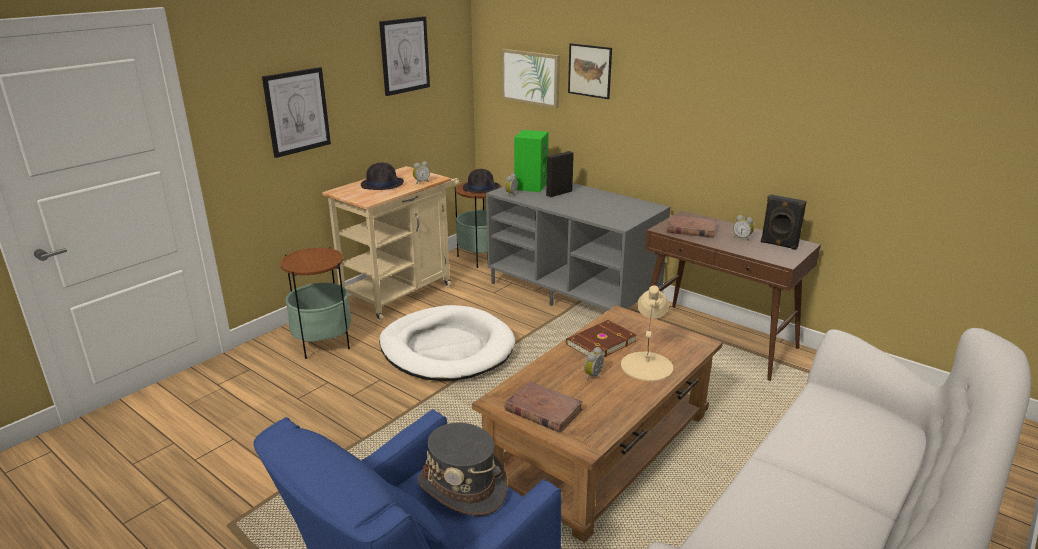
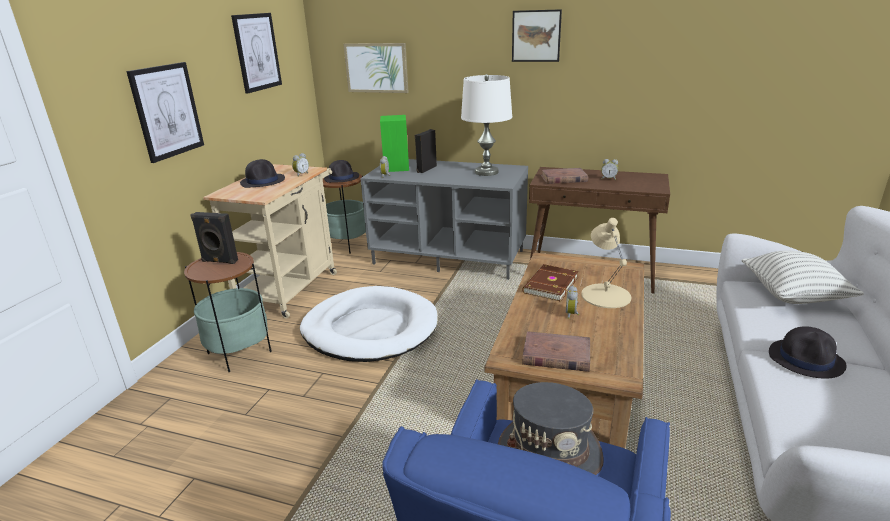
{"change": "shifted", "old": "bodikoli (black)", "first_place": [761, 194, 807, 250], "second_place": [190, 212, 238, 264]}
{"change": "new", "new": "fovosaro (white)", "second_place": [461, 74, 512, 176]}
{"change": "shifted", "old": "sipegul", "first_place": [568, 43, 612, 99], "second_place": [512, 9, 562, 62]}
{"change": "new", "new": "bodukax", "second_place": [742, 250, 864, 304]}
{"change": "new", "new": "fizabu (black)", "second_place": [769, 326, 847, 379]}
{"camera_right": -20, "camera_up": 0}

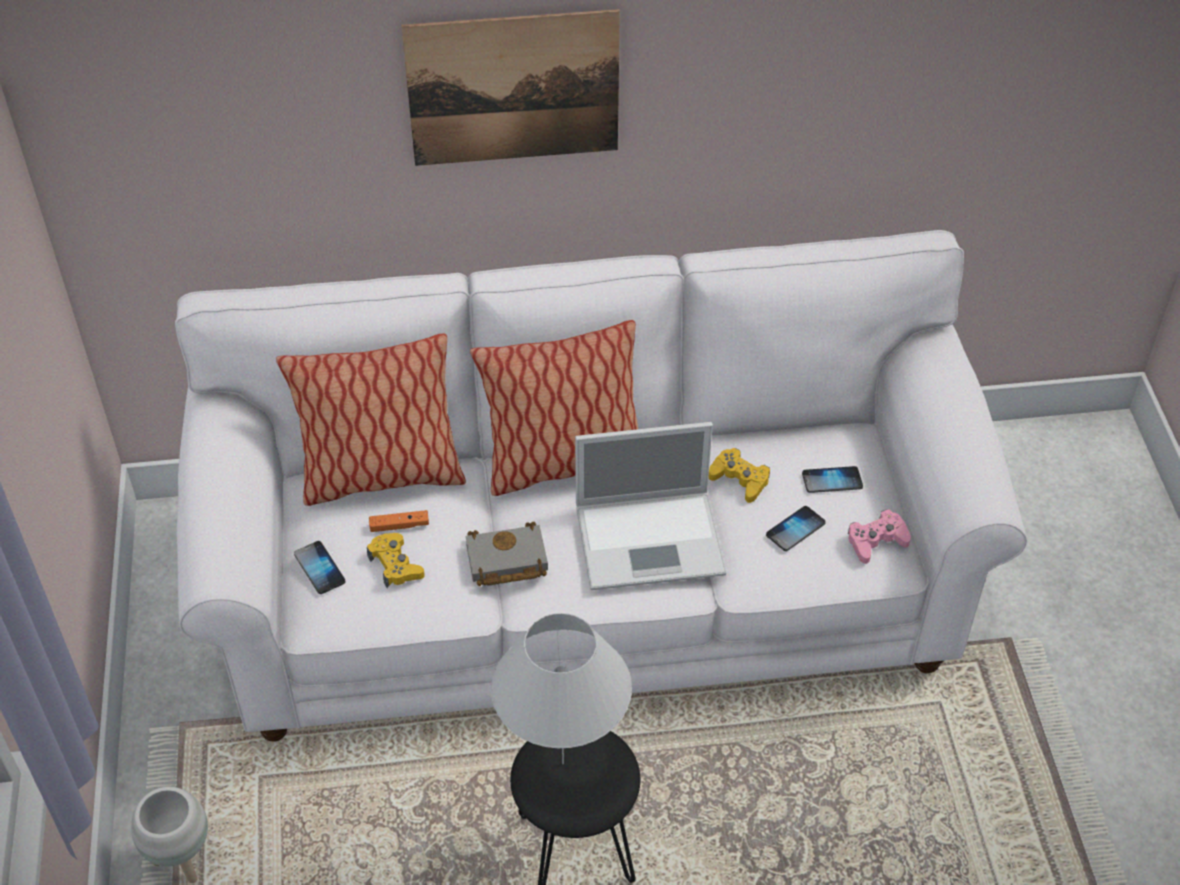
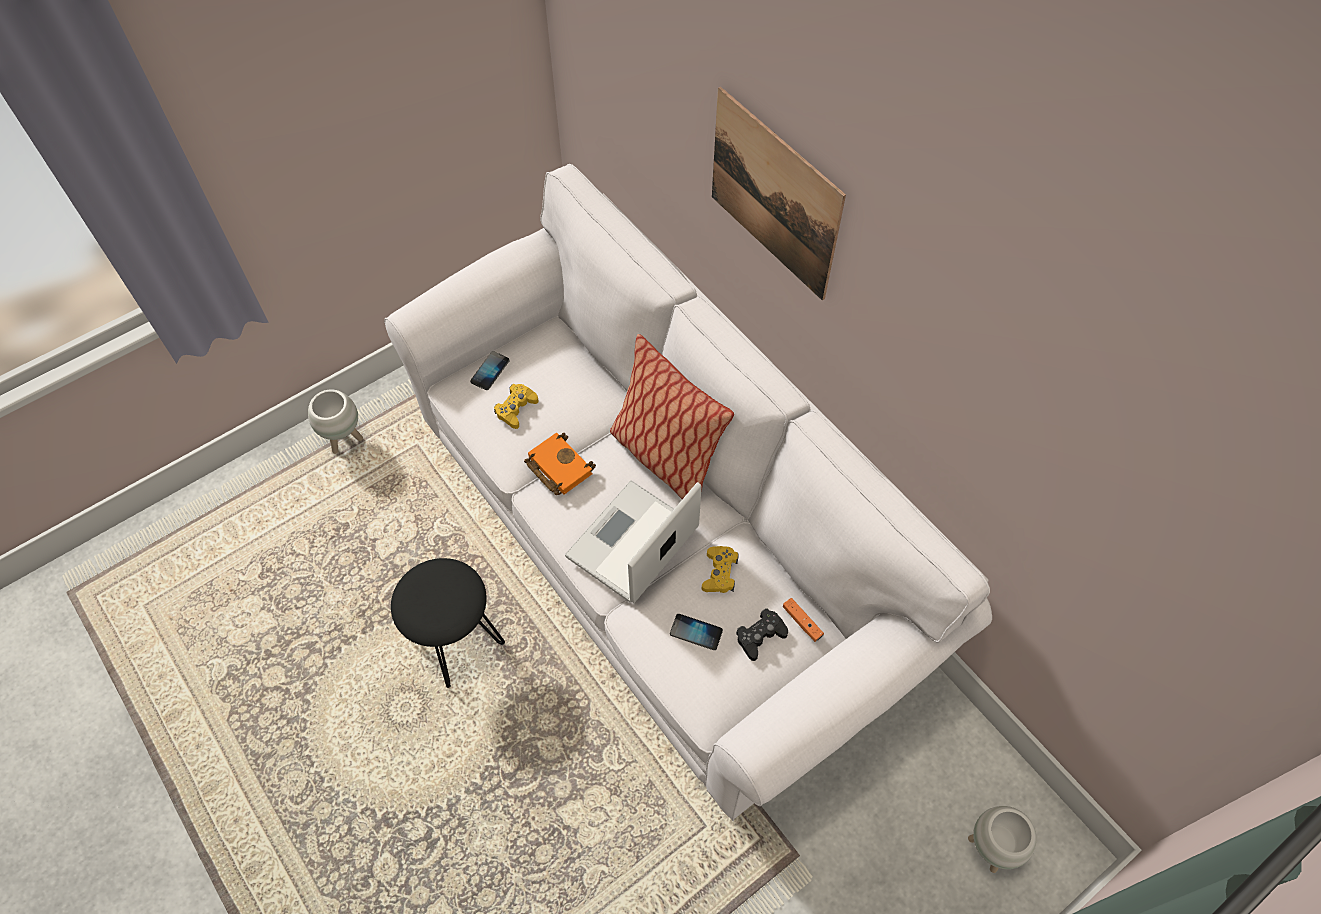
{"change": "repainted", "old": "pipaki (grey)", "new": "pipaki (orange)", "first_place": [465, 522, 548, 586], "second_place": [524, 433, 596, 495]}
{"change": "rotated", "old": "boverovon", "first_place": [575, 422, 726, 590], "second_place": [565, 480, 702, 603], "degrees": 75}
{"change": "swapped", "old": "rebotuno", "new": "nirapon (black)", "first_place": [802, 466, 863, 493], "second_place": [736, 608, 788, 661]}
{"change": "shifted", "old": "nirapon (orange)", "first_place": [369, 510, 429, 532], "second_place": [783, 598, 824, 642]}
{"change": "new", "new": "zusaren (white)", "second_place": [968, 806, 1037, 873]}
{"change": "gone", "old": "bodukax", "first_place": [276, 333, 466, 506]}
{"change": "gone", "old": "fovosaro (white)", "first_place": [491, 613, 632, 765]}
{"change": "gone", "old": "nirapon (pink)", "first_place": [848, 509, 911, 564]}
{"camera_right": 60, "camera_up": 10}

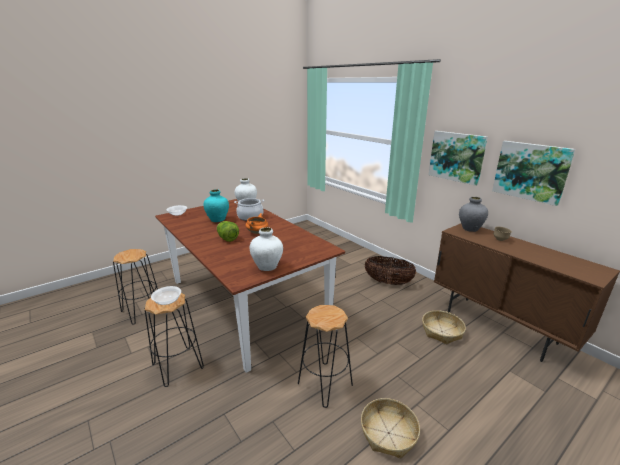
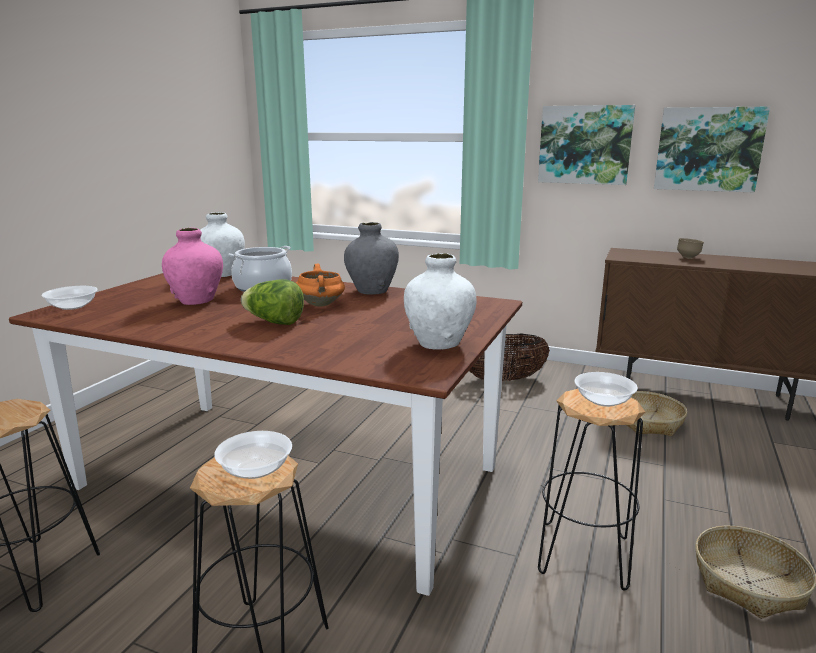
{"change": "repainted", "old": "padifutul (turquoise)", "new": "padifutul (pink)", "first_place": [203, 189, 229, 222], "second_place": [162, 228, 223, 305]}
{"change": "shifted", "old": "padifutul (grey)", "first_place": [459, 197, 488, 232], "second_place": [344, 222, 399, 295]}
{"change": "new", "new": "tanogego", "second_place": [574, 372, 638, 407]}
{"camera_right": -30, "camera_up": -5}

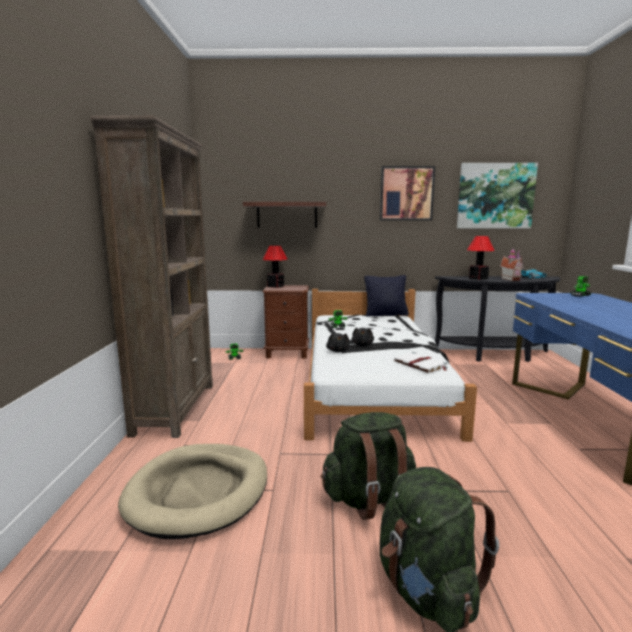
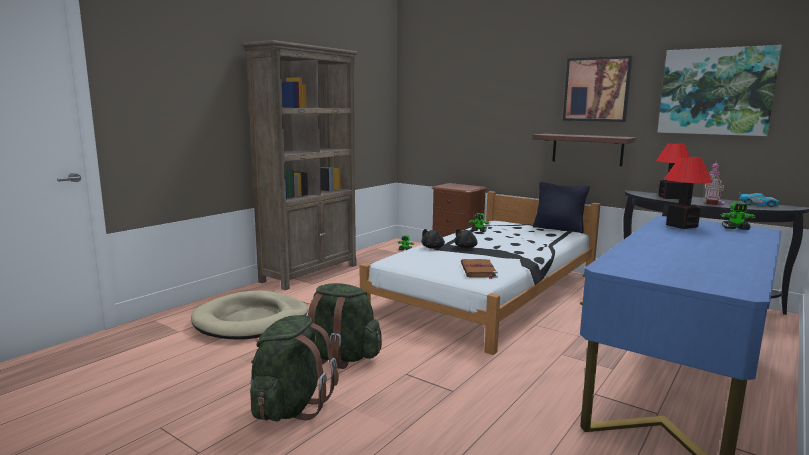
{"change": "repainted", "old": "pipaki (white)", "new": "pipaki (brown)", "first_place": [394, 352, 448, 373], "second_place": [461, 259, 498, 279]}
{"change": "shifted", "old": "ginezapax", "first_place": [243, 202, 326, 228], "second_place": [532, 134, 637, 166]}
{"change": "shifted", "old": "fovosaro", "first_place": [263, 246, 288, 288], "second_place": [664, 156, 712, 229]}
{"camera_right": 35, "camera_up": 0}

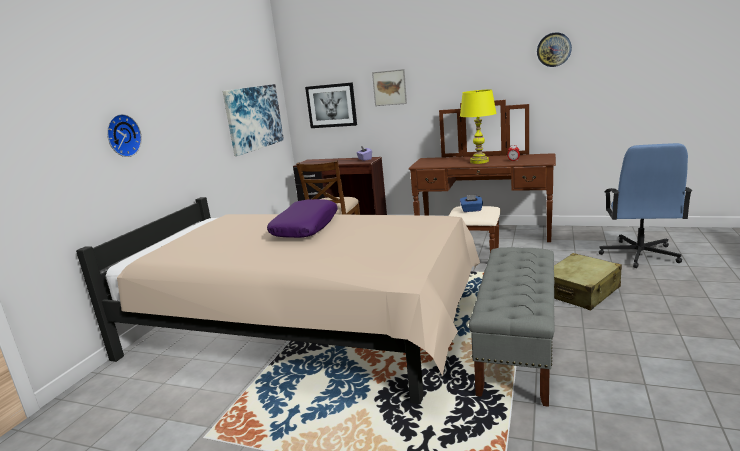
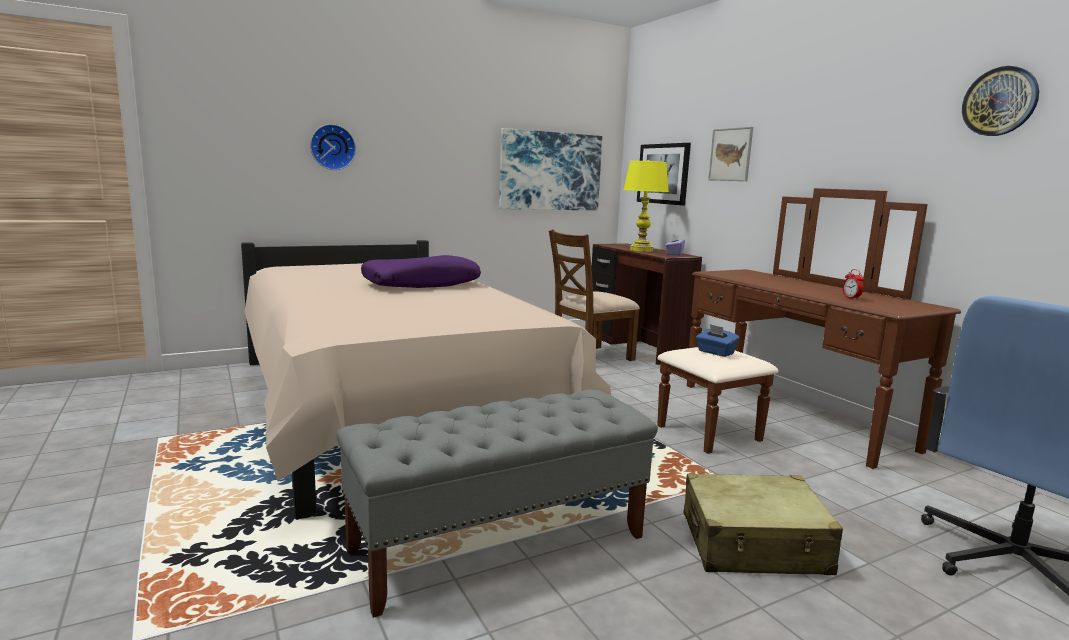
{"change": "shifted", "old": "fovosaro (yellow)", "first_place": [460, 89, 497, 164], "second_place": [624, 160, 669, 252]}
{"camera_right": 40, "camera_up": -5}

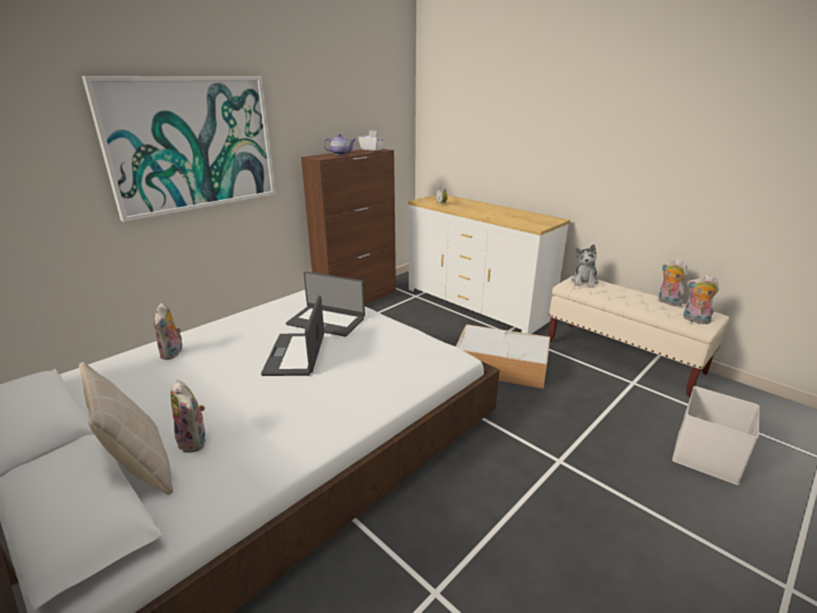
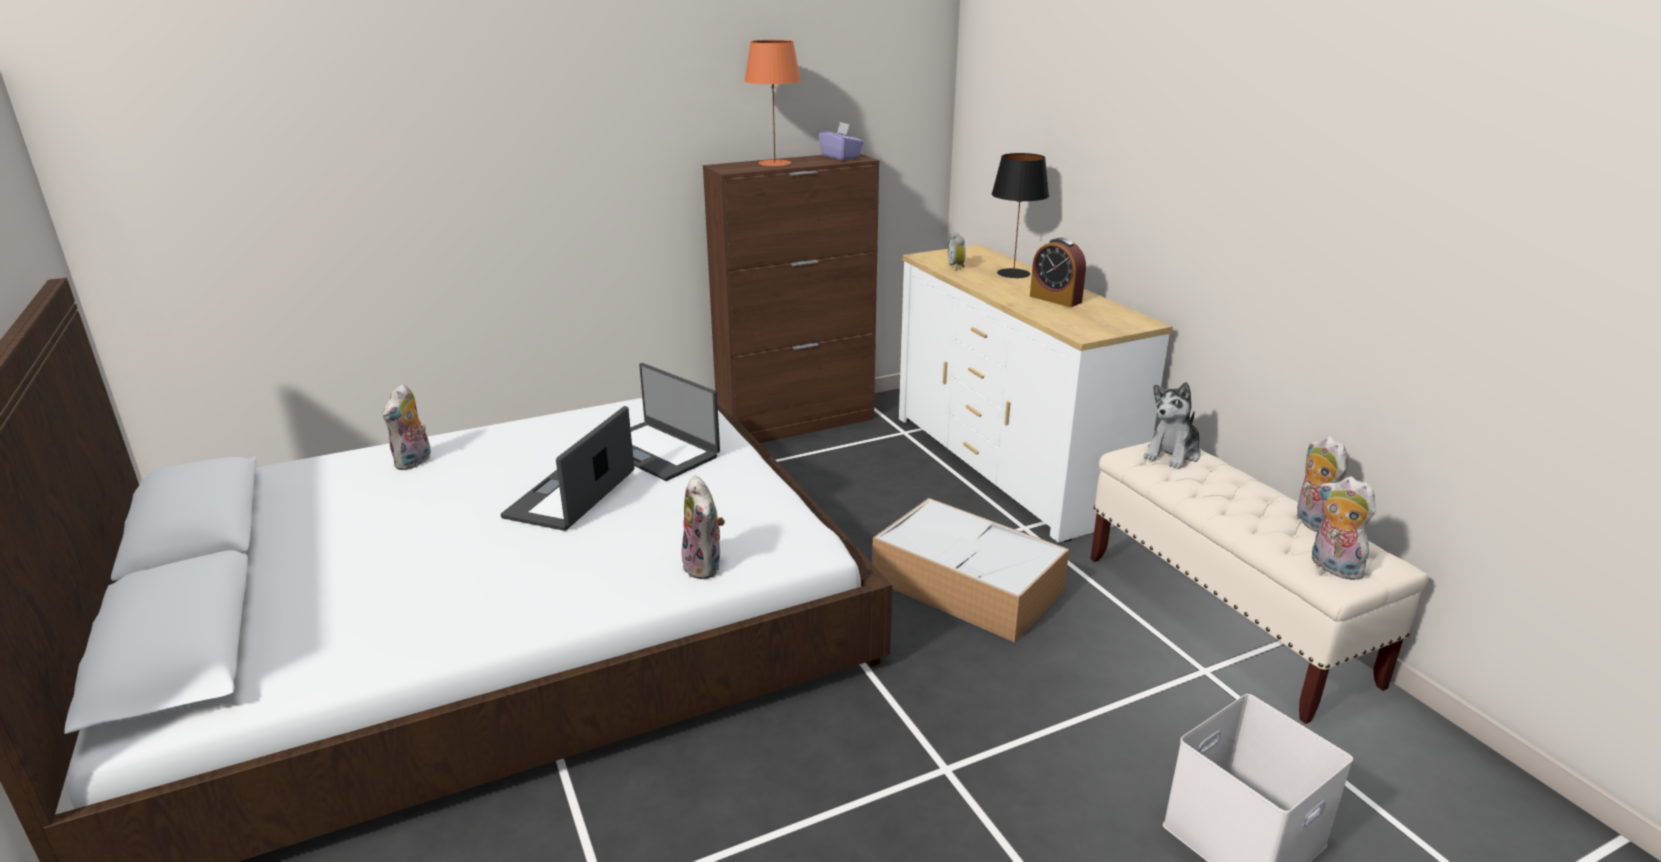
{"change": "shifted", "old": "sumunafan", "first_place": [170, 380, 206, 453], "second_place": [681, 475, 725, 579]}
{"change": "swapped", "old": "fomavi", "new": "fovosaro (orange)", "first_place": [324, 134, 355, 155], "second_place": [745, 40, 801, 166]}
{"change": "repainted", "old": "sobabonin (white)", "new": "sobabonin (purple)", "first_place": [358, 130, 385, 151], "second_place": [818, 122, 864, 160]}
{"change": "new", "new": "fovosaro (black)", "second_place": [992, 153, 1049, 278]}
{"change": "new", "new": "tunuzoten", "second_place": [1030, 238, 1086, 307]}
{"change": "gone", "old": "bodukax (beige)", "first_place": [79, 362, 173, 495]}
{"change": "gone", "old": "sipegul", "first_place": [82, 76, 276, 222]}
{"camera_right": 20, "camera_up": 0}

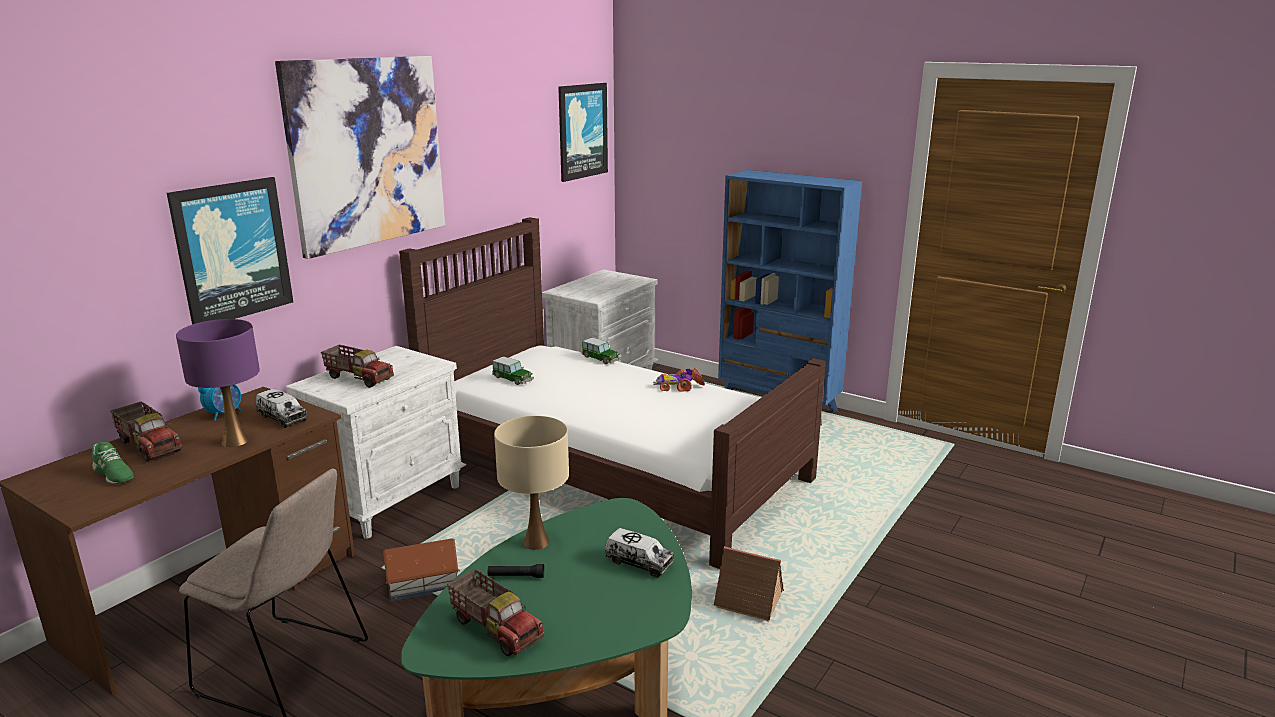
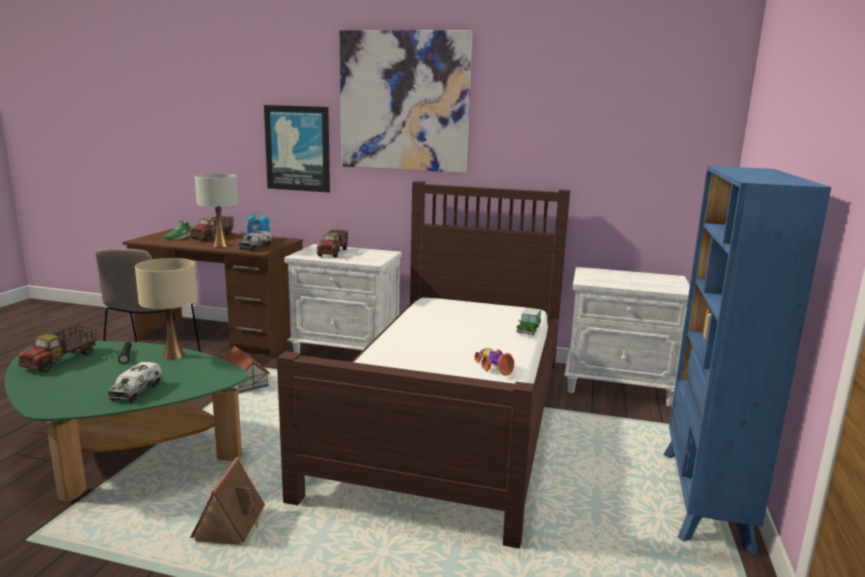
{"change": "repainted", "old": "fovosaro (purple)", "new": "fovosaro (white)", "first_place": [176, 319, 260, 447], "second_place": [195, 174, 239, 247]}
{"change": "gone", "old": "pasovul", "first_place": [492, 356, 534, 385]}
{"change": "gone", "old": "sipegul", "first_place": [558, 83, 608, 182]}
{"camera_right": 70, "camera_up": -5}

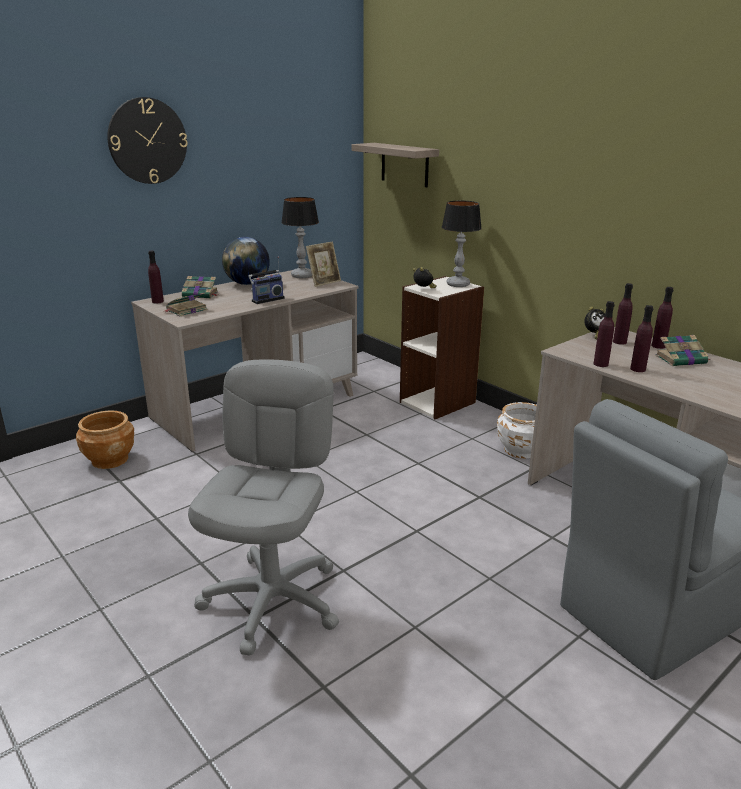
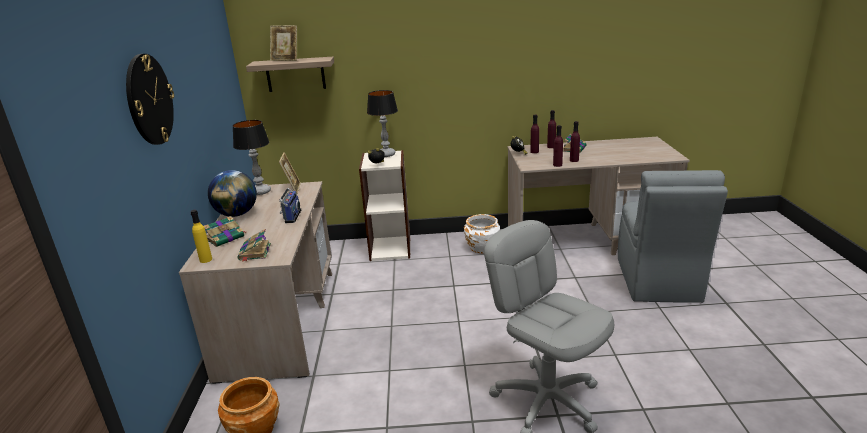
{"change": "repainted", "old": "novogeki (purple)", "new": "novogeki (yellow)", "first_place": [148, 251, 164, 304], "second_place": [191, 210, 212, 263]}
{"change": "new", "new": "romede", "second_place": [270, 25, 297, 61]}
{"camera_right": -50, "camera_up": 0}

